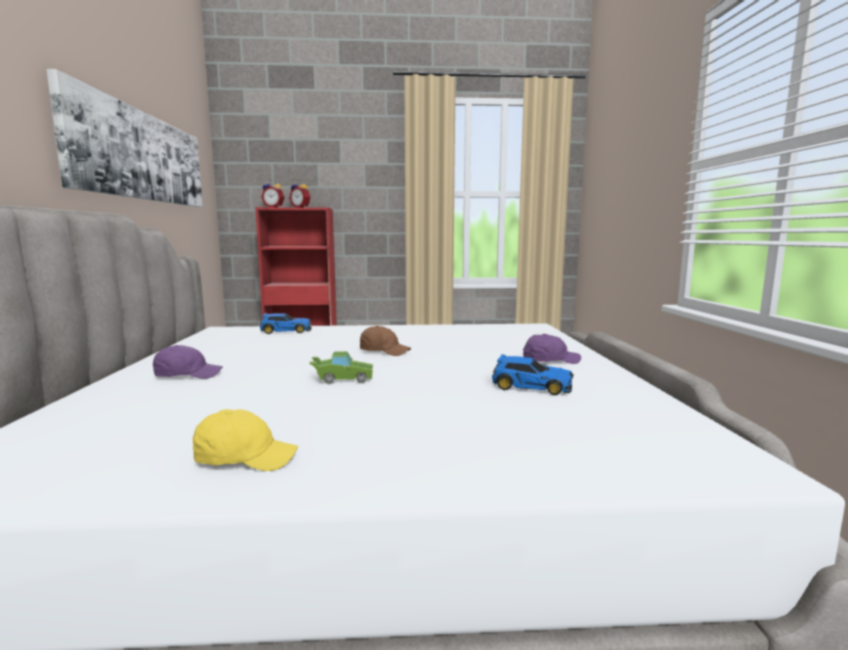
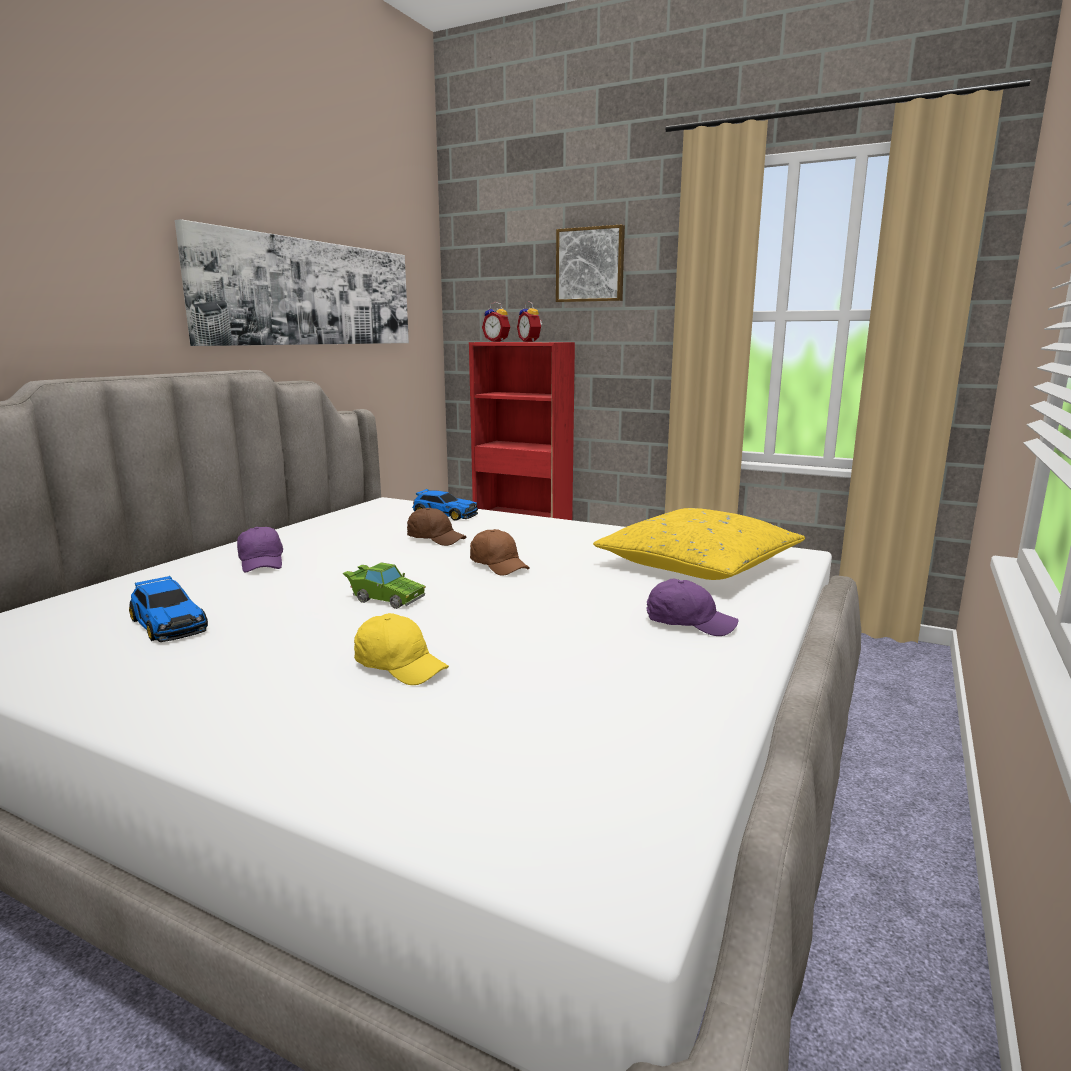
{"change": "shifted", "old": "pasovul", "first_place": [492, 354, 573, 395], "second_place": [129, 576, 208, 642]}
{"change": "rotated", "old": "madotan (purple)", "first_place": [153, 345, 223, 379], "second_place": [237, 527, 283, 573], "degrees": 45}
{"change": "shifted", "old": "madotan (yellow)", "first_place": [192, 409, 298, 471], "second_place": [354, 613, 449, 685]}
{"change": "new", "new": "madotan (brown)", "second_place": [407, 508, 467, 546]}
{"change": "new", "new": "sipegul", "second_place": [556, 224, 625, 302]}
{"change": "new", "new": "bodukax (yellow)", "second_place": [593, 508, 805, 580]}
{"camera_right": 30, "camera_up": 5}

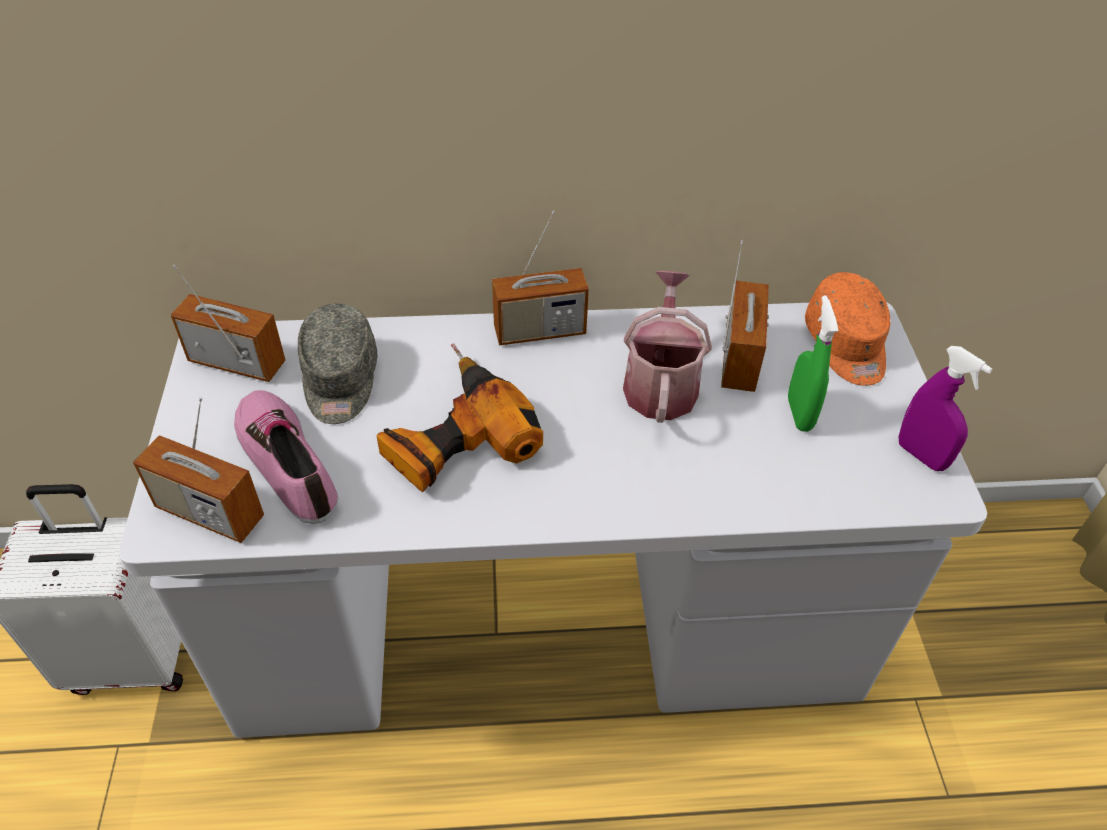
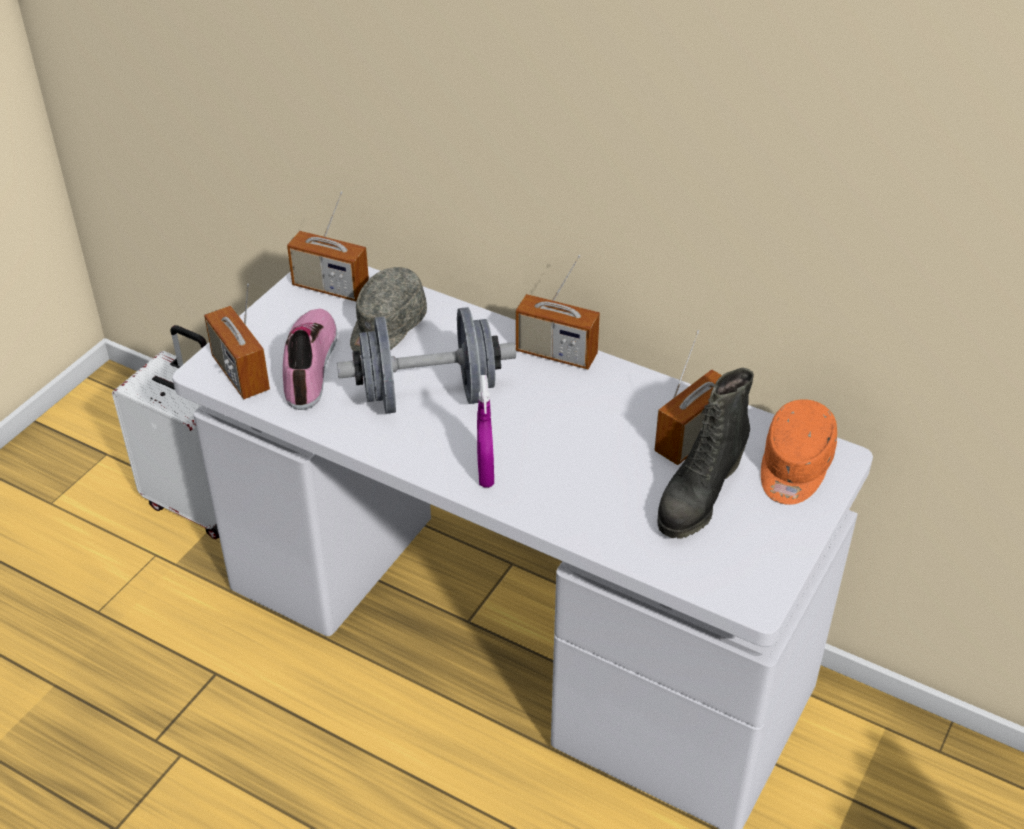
{"change": "rotated", "old": "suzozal", "first_place": [171, 265, 285, 382], "second_place": [287, 191, 369, 301], "degrees": 150}
{"change": "swapped", "old": "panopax", "new": "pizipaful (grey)", "first_place": [377, 343, 543, 492], "second_place": [337, 307, 516, 414]}
{"change": "shifted", "old": "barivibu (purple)", "first_place": [899, 346, 992, 471], "second_place": [477, 375, 494, 488]}
{"change": "swapped", "old": "barivibu (green)", "new": "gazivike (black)", "first_place": [788, 295, 838, 432], "second_place": [658, 368, 754, 539]}
{"change": "gone", "old": "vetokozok", "first_place": [623, 271, 712, 423]}
{"camera_right": 35, "camera_up": -5}

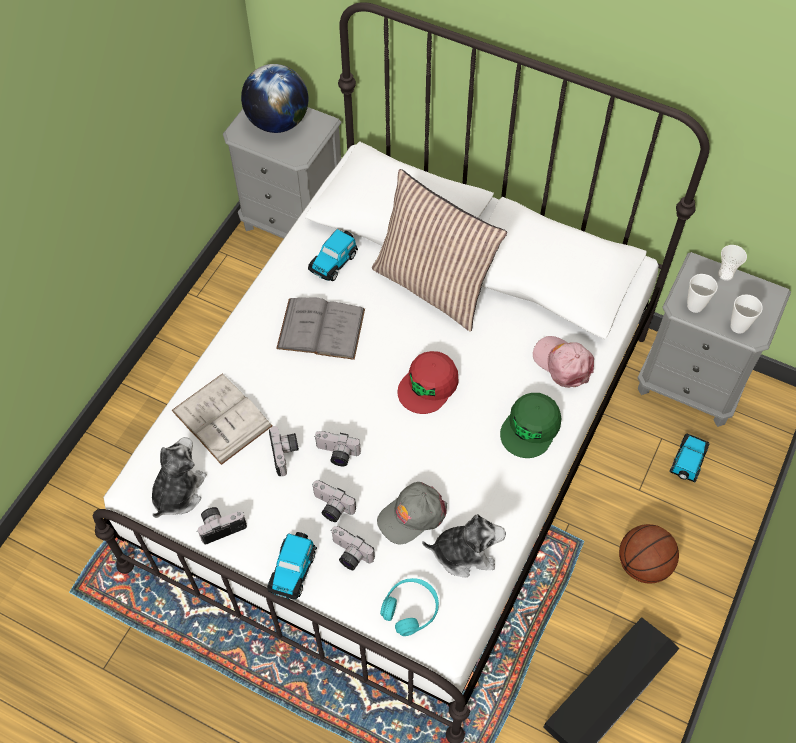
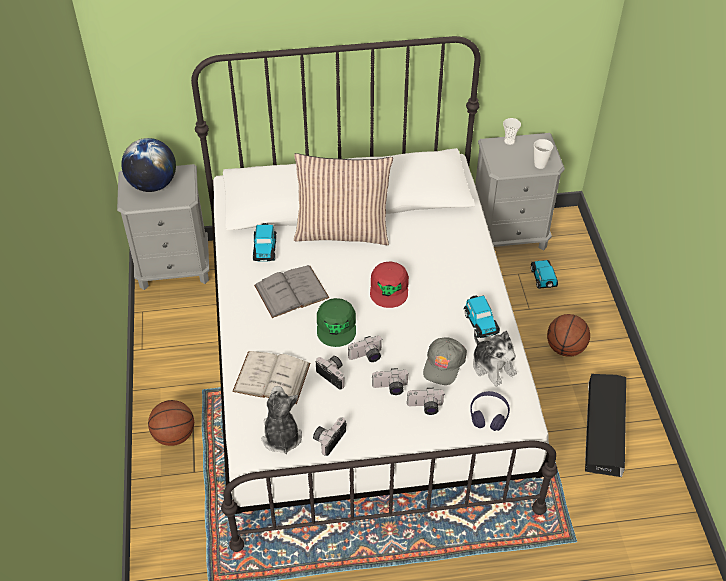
{"change": "new", "new": "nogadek", "second_place": [148, 400, 194, 446]}
{"change": "shifted", "old": "madotan (green)", "first_place": [500, 393, 562, 458], "second_place": [317, 298, 356, 347]}
{"change": "shifted", "old": "pasovul", "first_place": [267, 532, 317, 600], "second_place": [464, 295, 500, 338]}
{"change": "repainted", "old": "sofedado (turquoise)", "new": "sofedado (purple)", "first_place": [380, 578, 439, 636], "second_place": [470, 391, 510, 431]}
{"change": "rotated", "old": "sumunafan", "first_place": [422, 514, 506, 577], "second_place": [473, 331, 517, 386], "degrees": 90}
{"change": "gone", "old": "madotan (pink)", "first_place": [533, 336, 594, 388]}
{"change": "gone", "old": "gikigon", "first_place": [687, 274, 718, 313]}
{"camera_right": -35, "camera_up": -10}

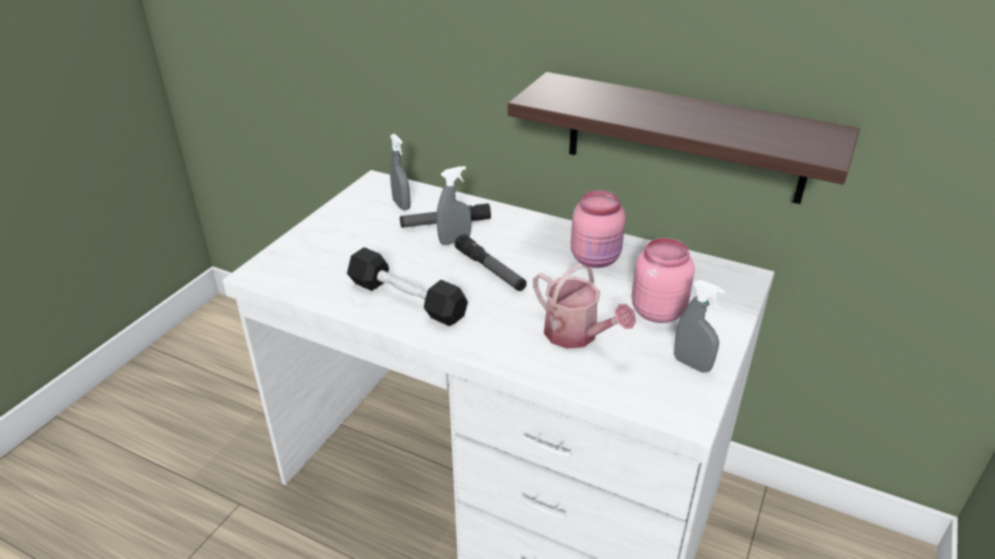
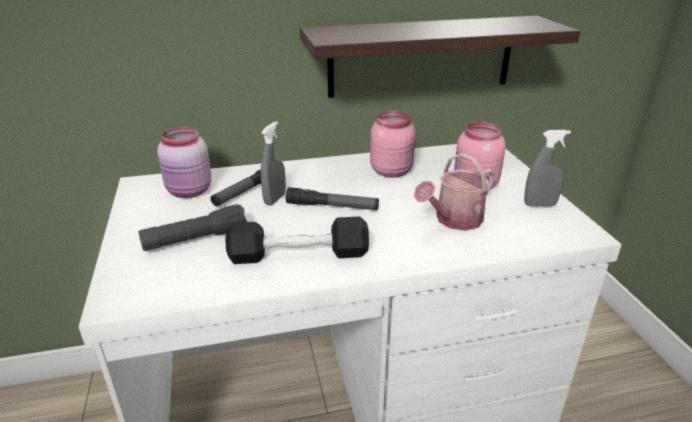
{"change": "new", "new": "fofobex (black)", "second_place": [138, 204, 247, 251]}
{"change": "swapped", "old": "barivibu (grey)", "new": "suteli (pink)", "first_place": [390, 134, 411, 210], "second_place": [157, 127, 212, 198]}
{"change": "rotated", "old": "vetokozok", "first_place": [533, 263, 636, 349], "second_place": [414, 153, 495, 231], "degrees": 135}
{"camera_right": -40, "camera_up": -5}

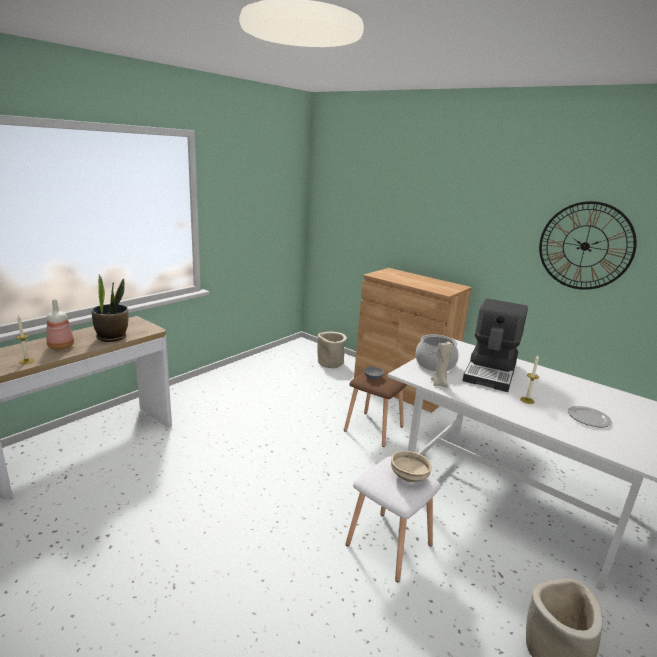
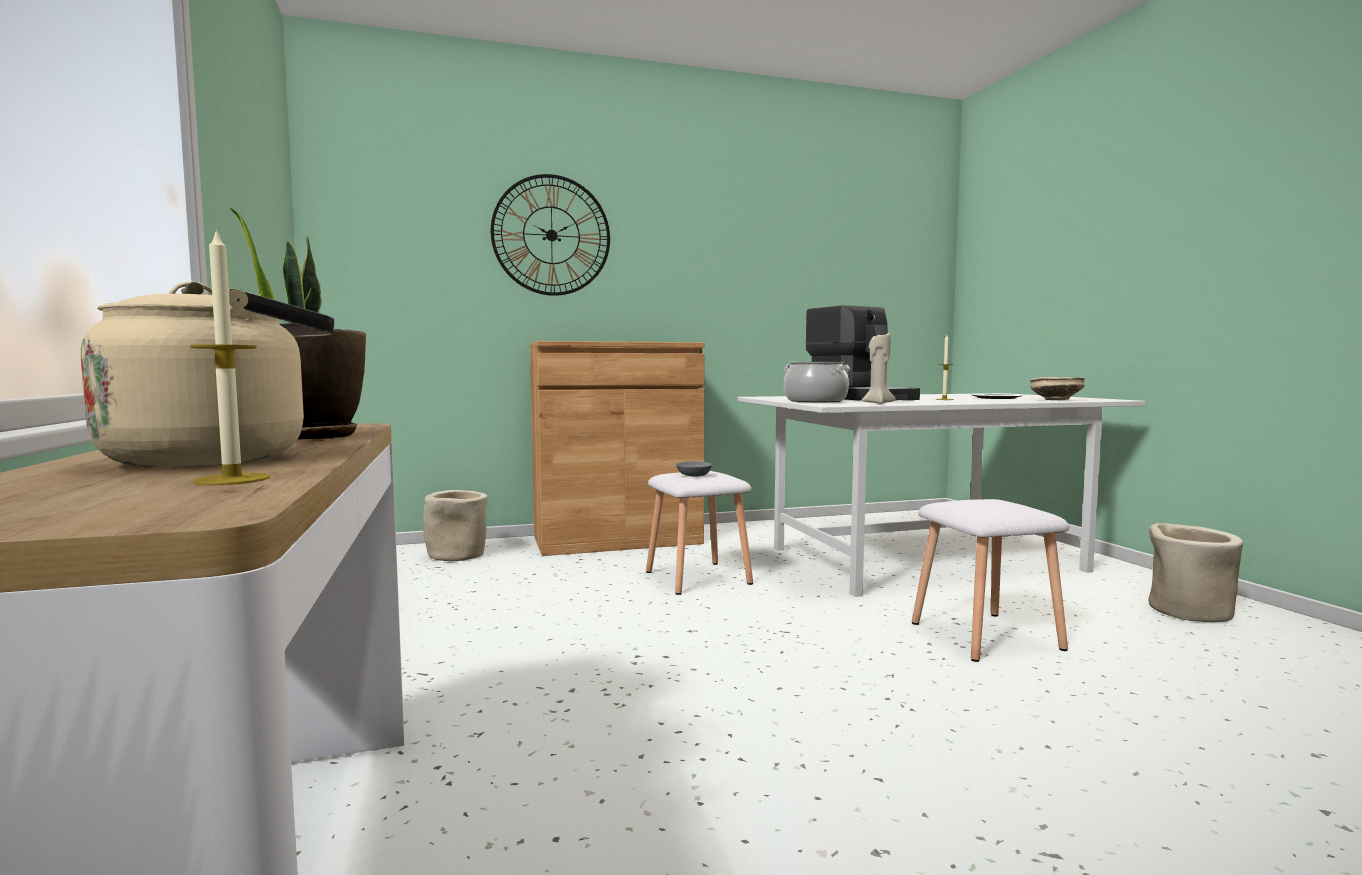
{"change": "swapped", "old": "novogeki", "new": "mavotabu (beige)", "first_place": [47, 299, 74, 350], "second_place": [81, 282, 334, 467]}
{"change": "shifted", "old": "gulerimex", "first_place": [539, 201, 637, 290], "second_place": [491, 174, 610, 296]}
{"change": "repainted", "old": "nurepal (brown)", "new": "nurepal (white)", "first_place": [344, 371, 407, 447], "second_place": [646, 471, 753, 595]}
{"change": "shifted", "old": "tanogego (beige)", "first_place": [391, 451, 432, 482], "second_place": [1029, 377, 1085, 400]}
{"camera_right": -55, "camera_up": -15}

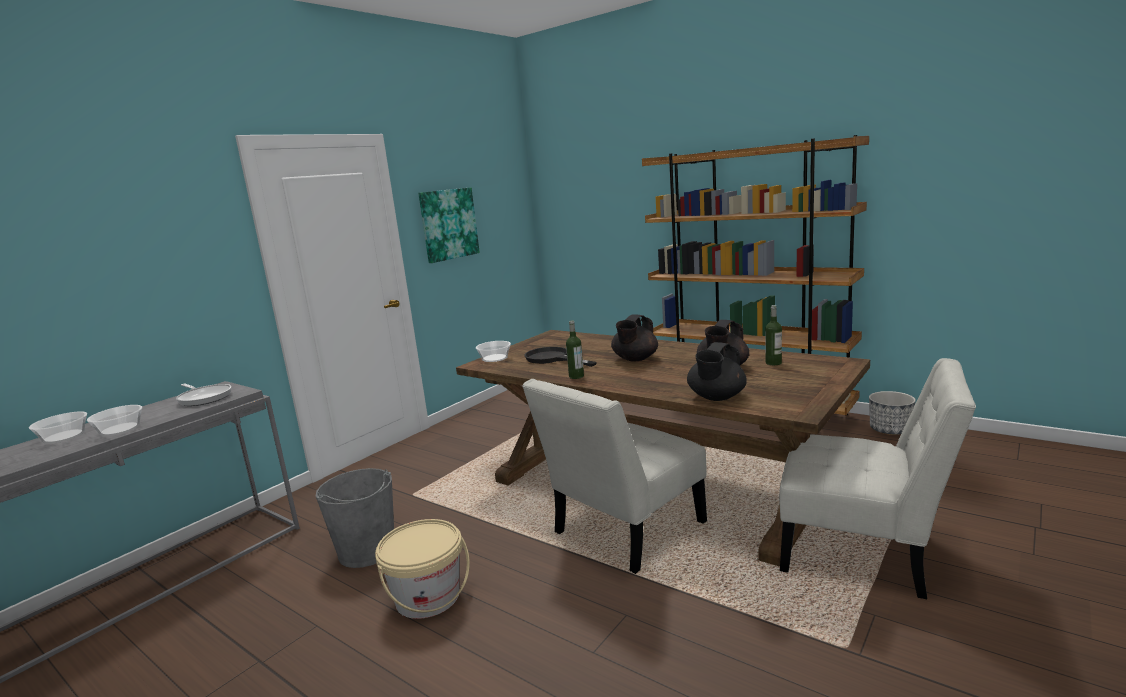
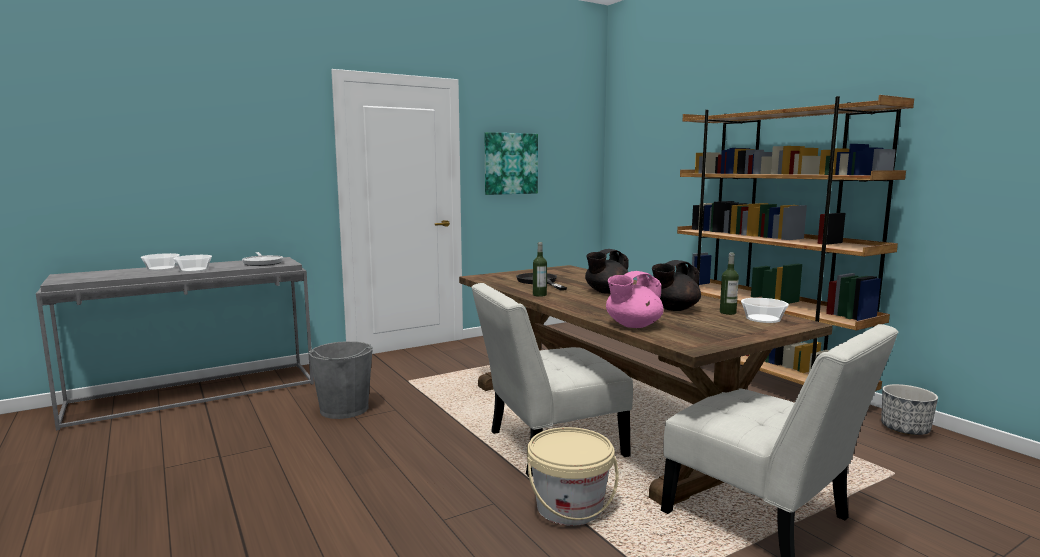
{"change": "shifted", "old": "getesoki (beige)", "first_place": [375, 519, 470, 619], "second_place": [527, 427, 619, 526]}
{"change": "repainted", "old": "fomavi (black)", "new": "fomavi (pink)", "first_place": [687, 342, 747, 401], "second_place": [606, 271, 664, 328]}
{"change": "shifted", "old": "tanogego", "first_place": [476, 341, 511, 362], "second_place": [741, 298, 789, 323]}
{"camera_right": 20, "camera_up": -5}

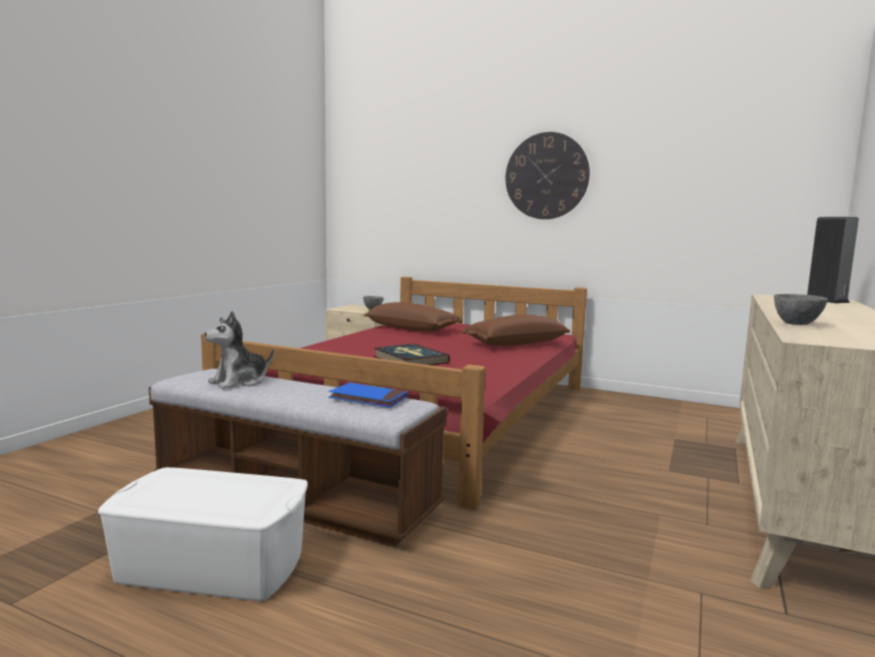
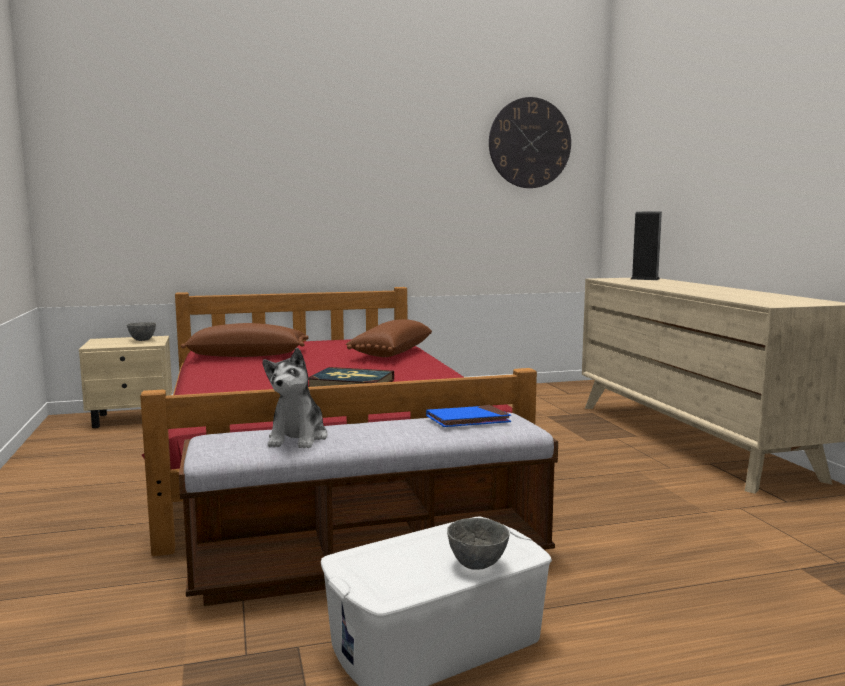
{"change": "shifted", "old": "tanogego (grey)", "first_place": [774, 294, 828, 325], "second_place": [447, 518, 509, 570]}
{"change": "shifted", "old": "gulerimex", "first_place": [506, 132, 590, 219], "second_place": [489, 97, 571, 188]}
{"camera_right": -40, "camera_up": 0}

